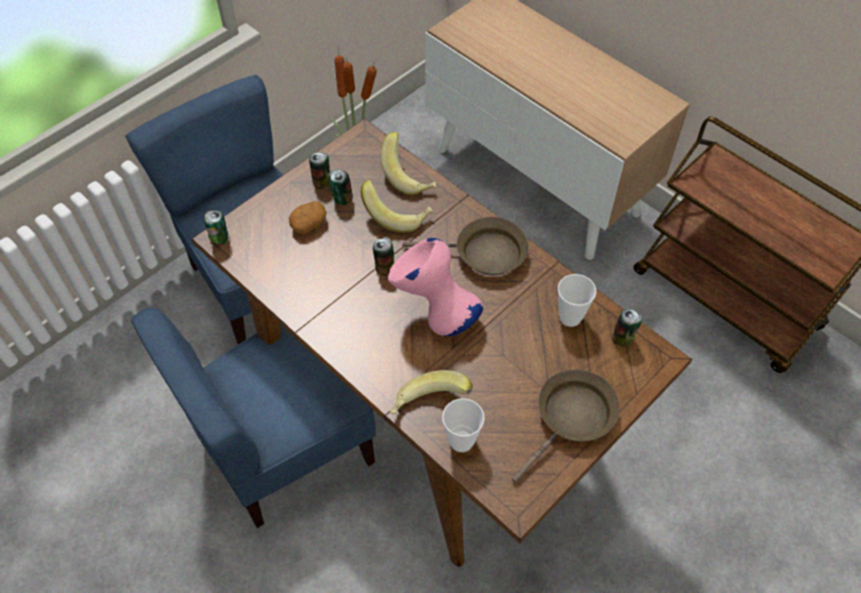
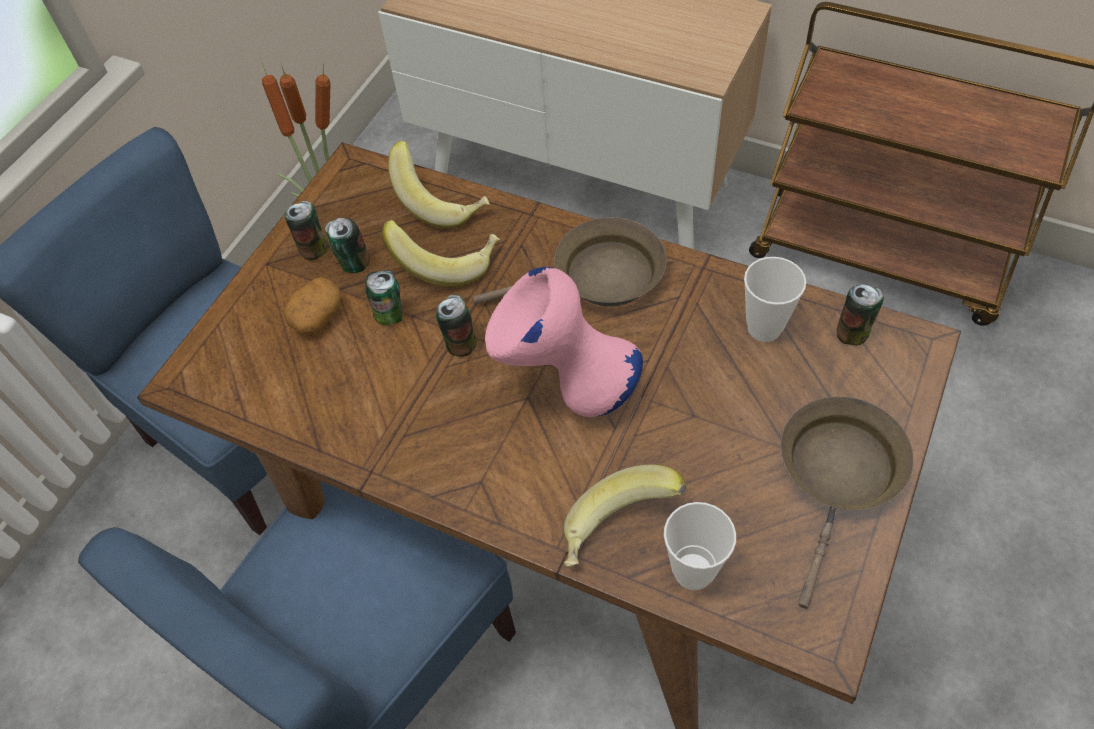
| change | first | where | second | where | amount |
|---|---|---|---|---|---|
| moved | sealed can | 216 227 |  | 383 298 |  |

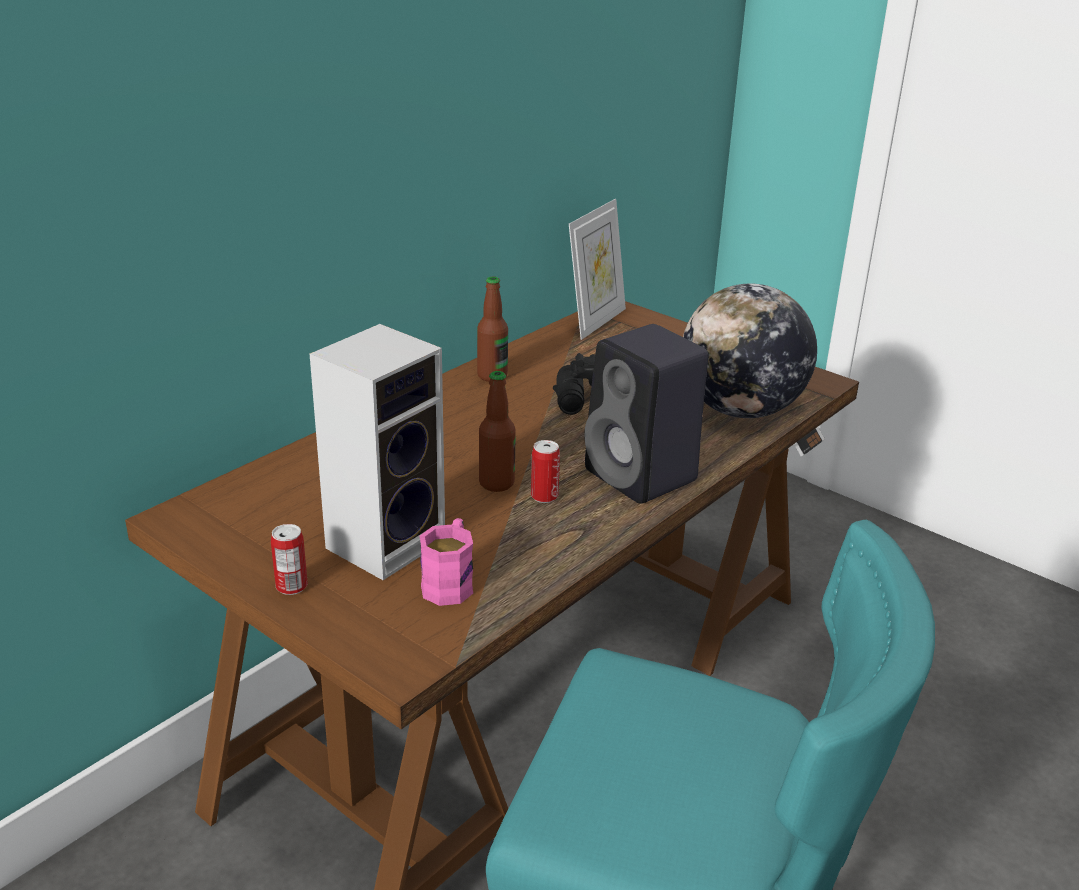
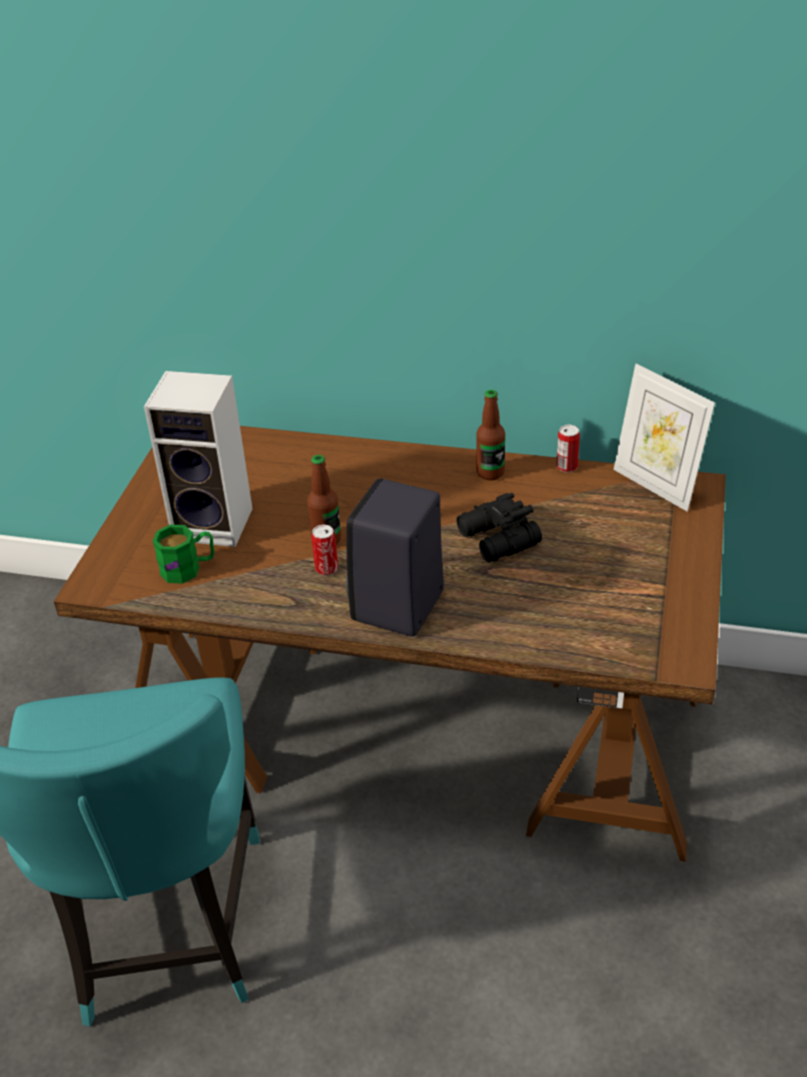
| change | first | where | second | where | amount |
|---|---|---|---|---|---|
| turned | photo frame | 597 269 |  | 664 438 | 45 degrees clockwise |
| removed | world globe | 750 350 |  |  |  |
| recoloured | tea mug (pink-coloured) | 446 562 | tea mug (greenish) | 183 554 |  |
| moved | sealed can | 289 559 |  | 568 448 |  |

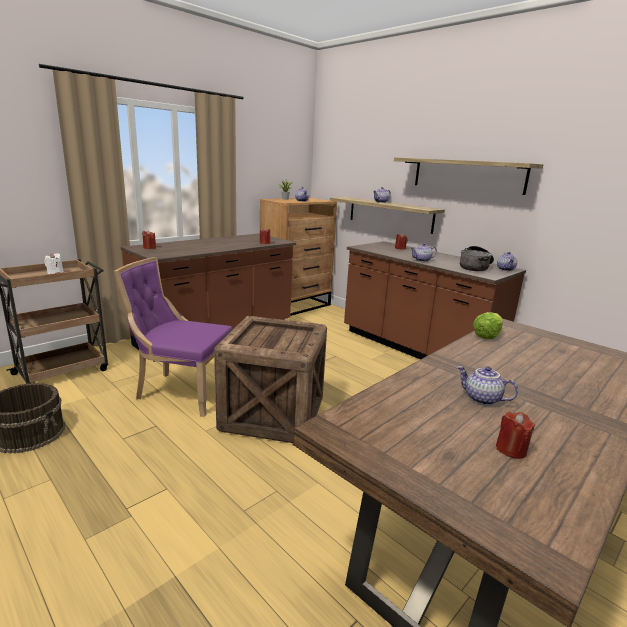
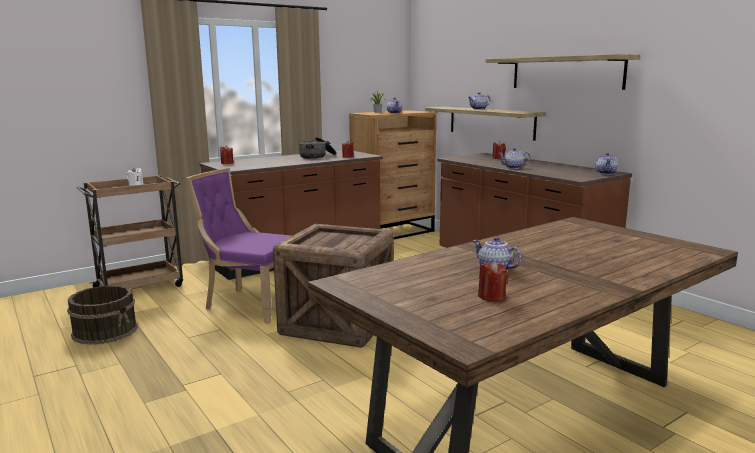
| change | first | where | second | where | amount |
|---|---|---|---|---|---|
| moved | cooking pot | 477 258 |  | 317 148 |  |
| removed | lettuce head | 488 325 |  |  |  |

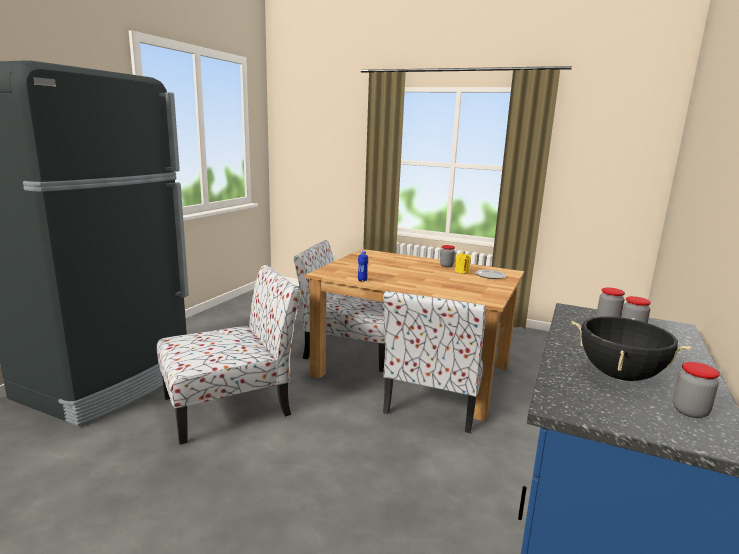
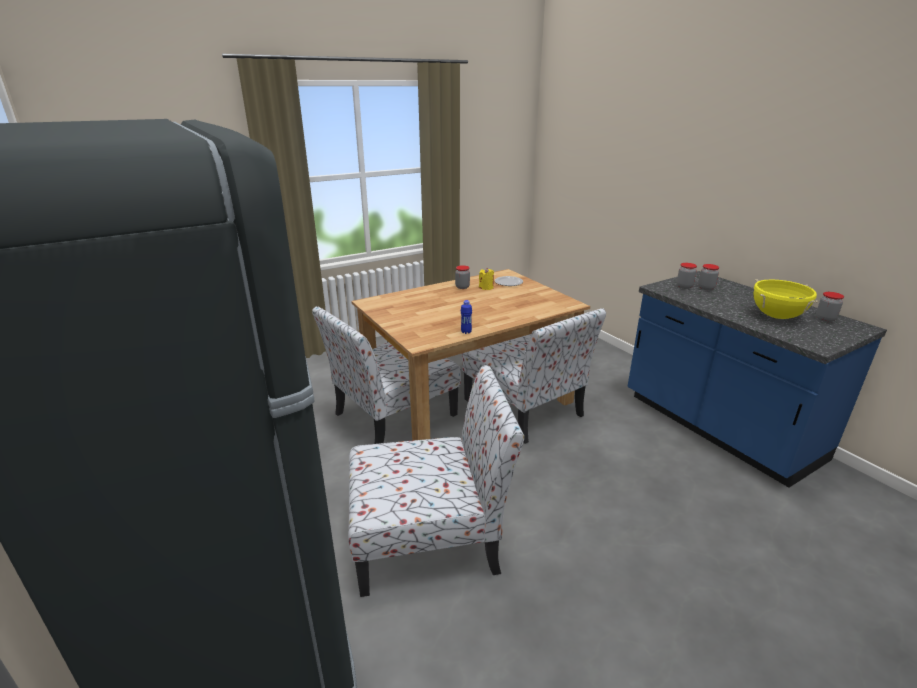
| change | first | where | second | where | amount |
|---|---|---|---|---|---|
| turned | upright chair | 229 355 |  | 436 481 | 75 degrees clockwise |
| recoloured | cooking pot (black-coloured) | 631 349 | cooking pot (yellow-coloured) | 786 299 |  |

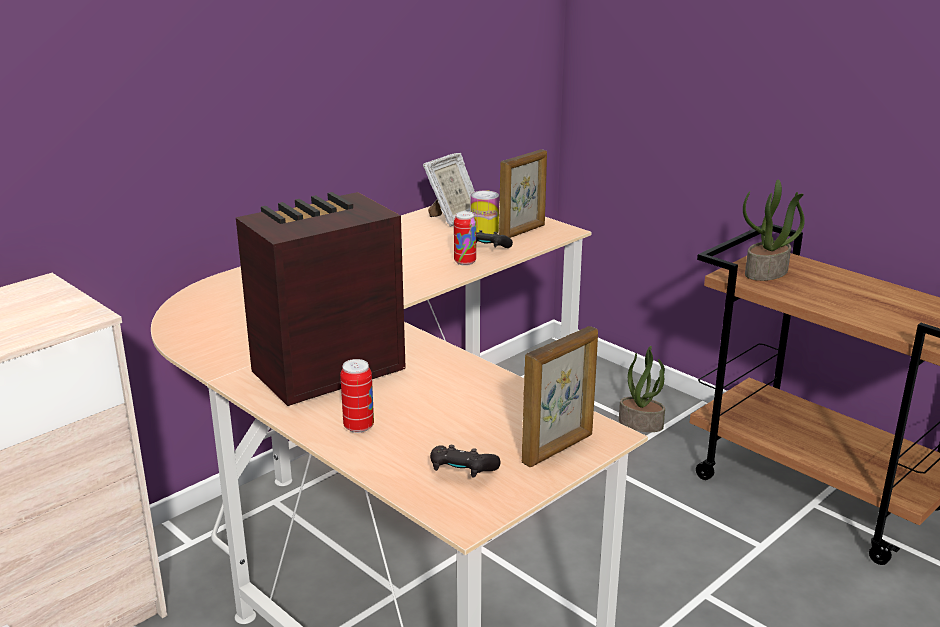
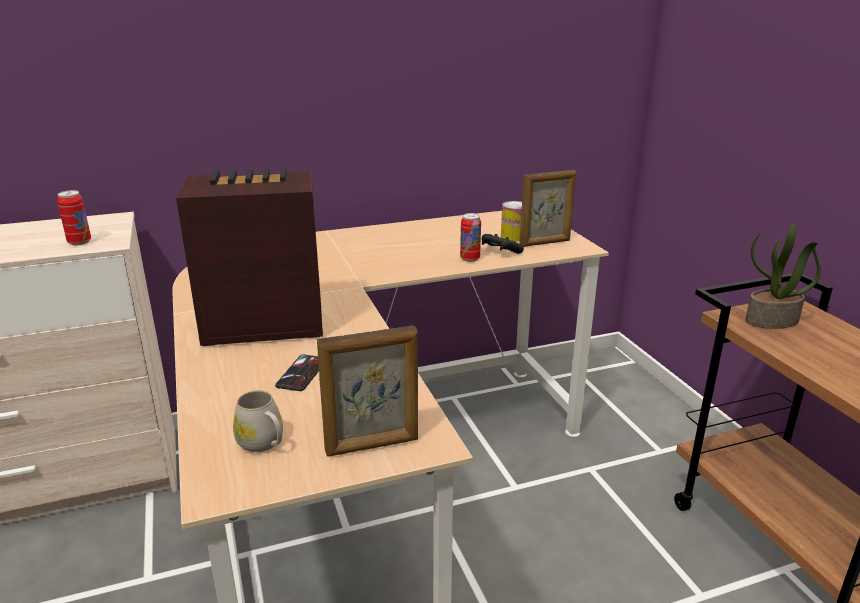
| change | first | where | second | where | amount |
|---|---|---|---|---|---|
| removed | photo frame | 449 189 |  |  |  |
| removed | houseplant | 642 389 |  |  |  |
| moved | sealed can | 357 396 |  | 74 218 |  |
| replaced | game controller (black-coloured) | 465 461 | tea mug (white) | 258 421 |  |
| added |  |  | telephone | 297 372 |  |

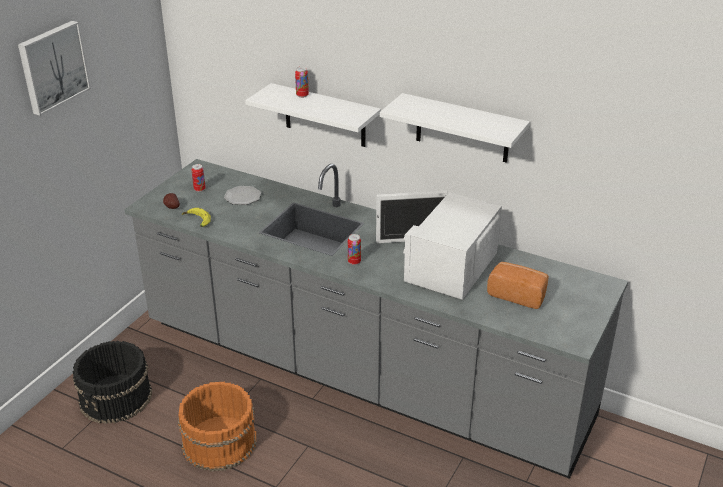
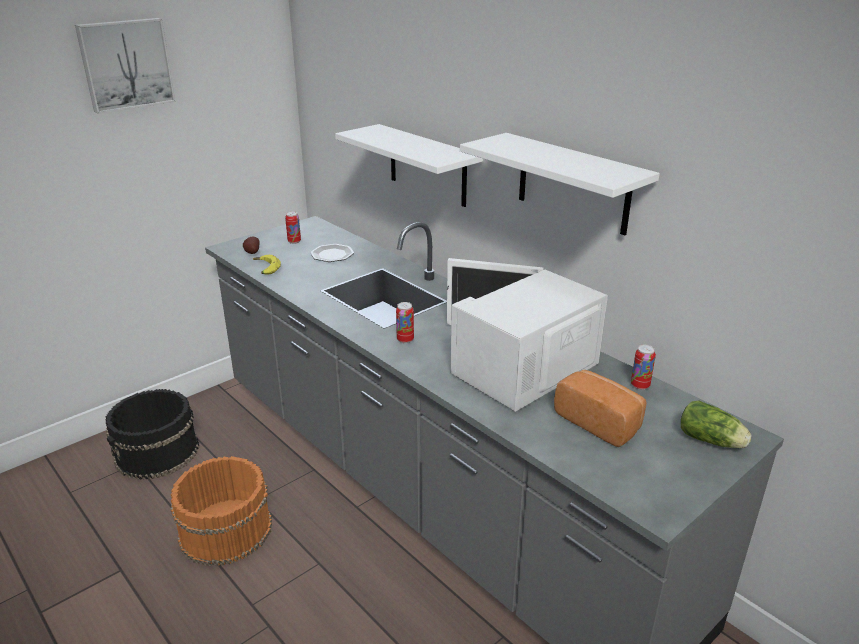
| change | first | where | second | where | amount |
|---|---|---|---|---|---|
| moved | sealed can | 302 82 |  | 643 367 |  |
| added |  |  | lettuce head | 716 424 |  |

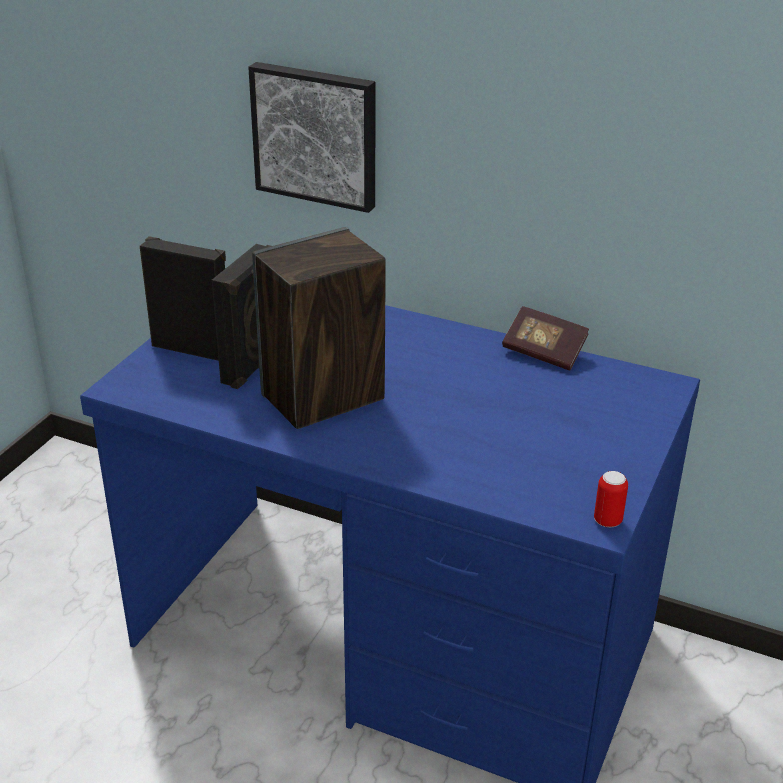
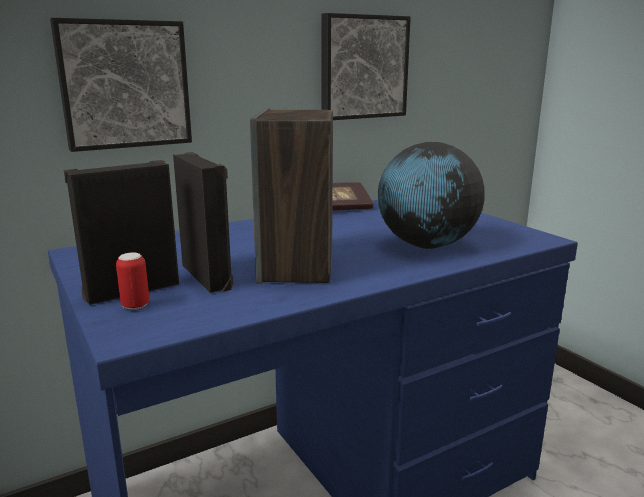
| change | first | where | second | where | amount |
|---|---|---|---|---|---|
| moved | sealed can | 611 499 |  | 132 281 |  |
| added |  |  | wall art | 366 66 |  |
| added |  |  | world globe | 431 195 |  |

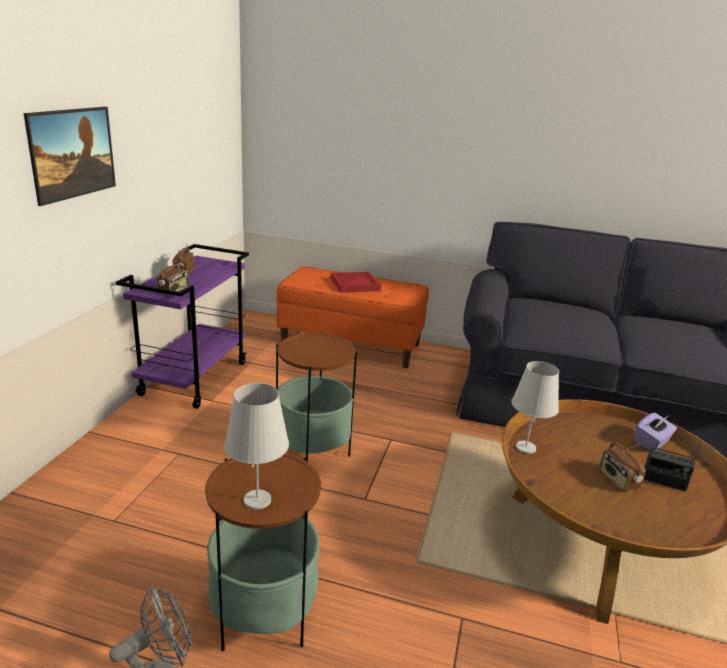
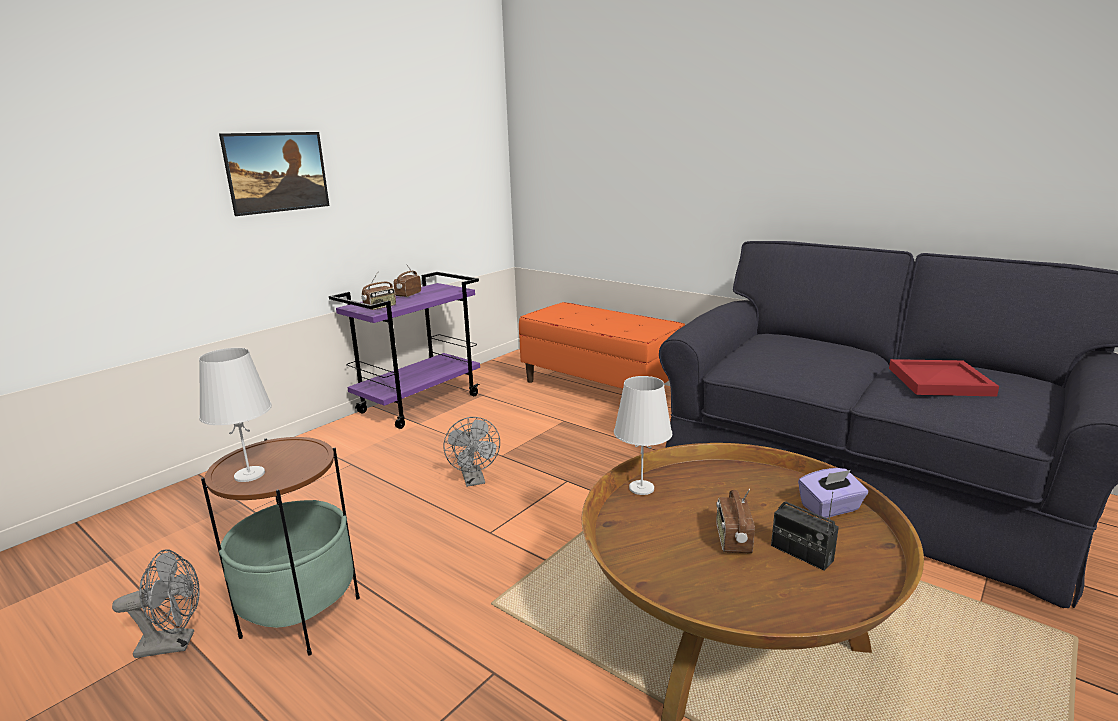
| change | first | where | second | where | amount |
|---|---|---|---|---|---|
| moved | tray (reddish) | 356 282 |  | 944 378 |  |
| replaced | accent table | 316 397 | cooling fan (greyish) | 472 452 |  |

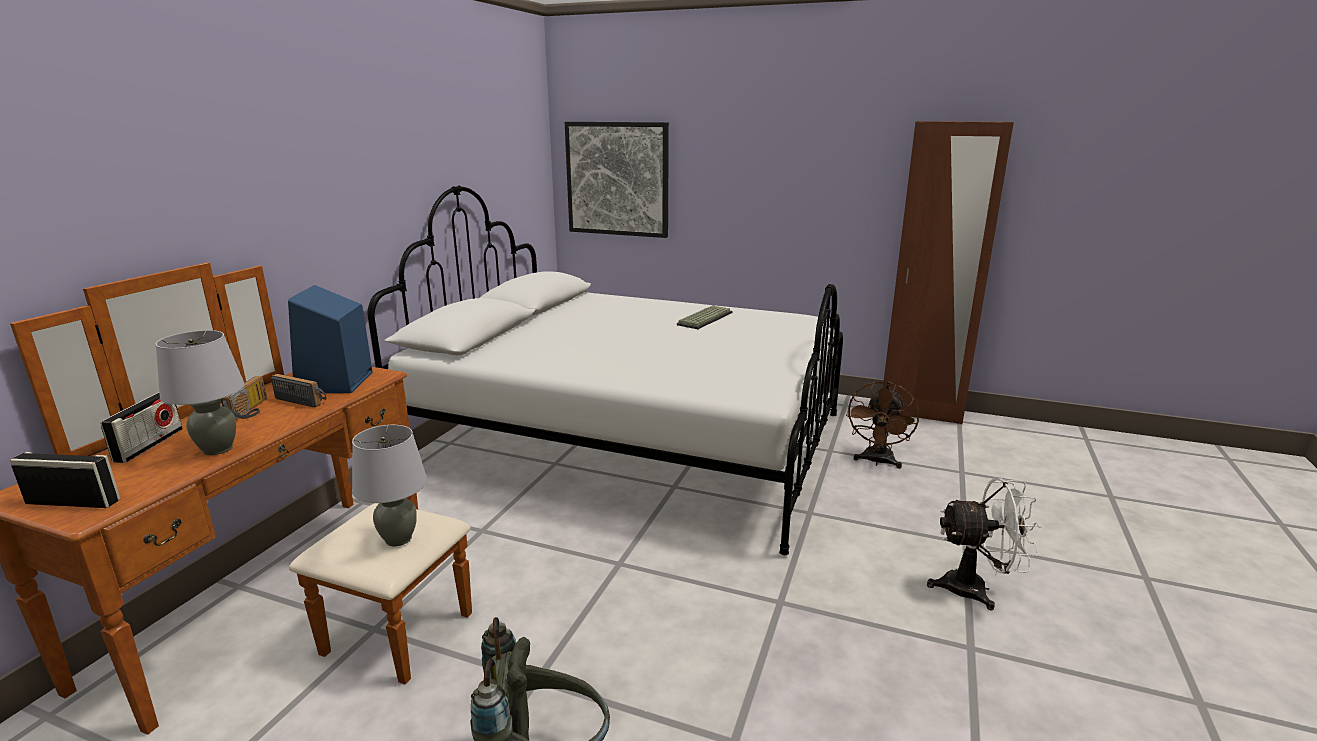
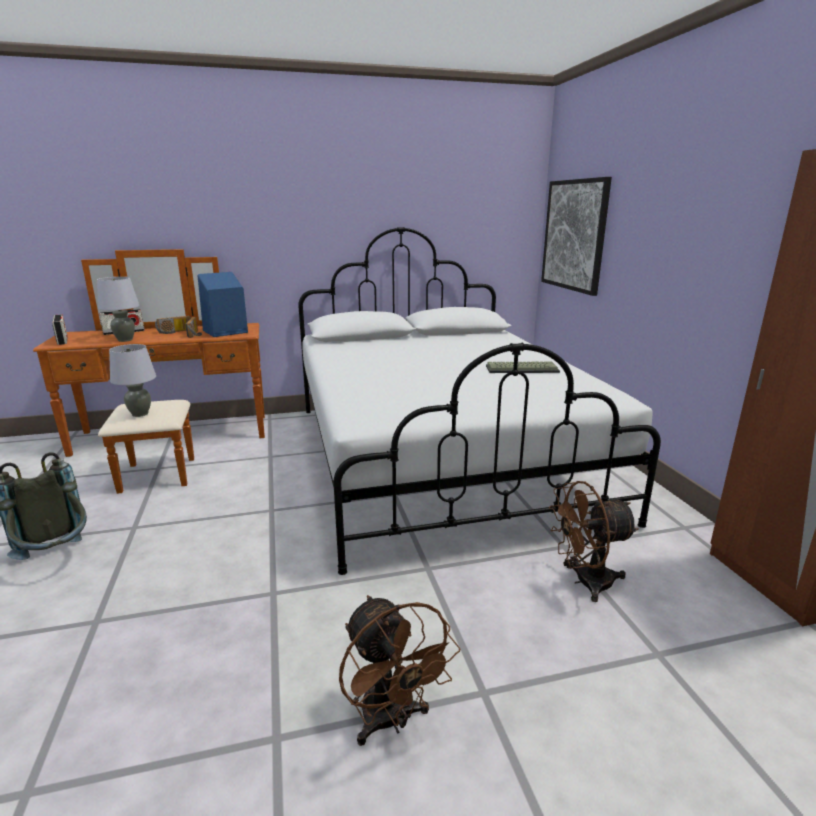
| change | first | where | second | where | amount |
|---|---|---|---|---|---|
| recoloured | cooling fan (white) | 984 544 | cooling fan (brown) | 399 670 |  |

